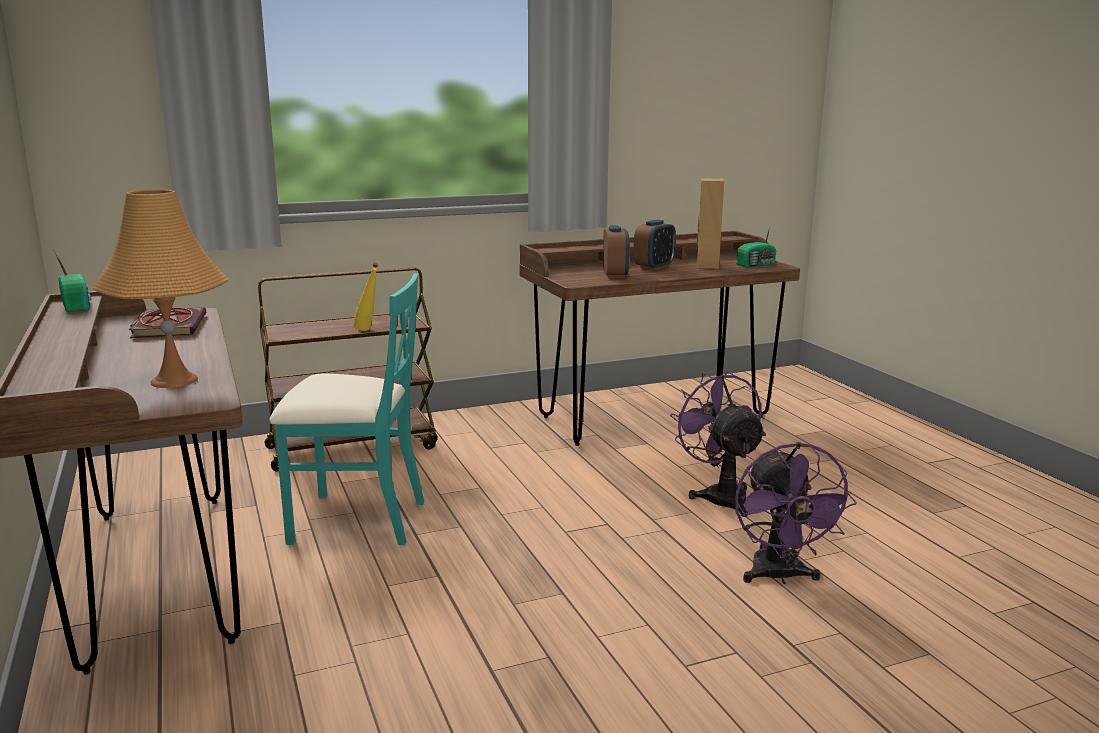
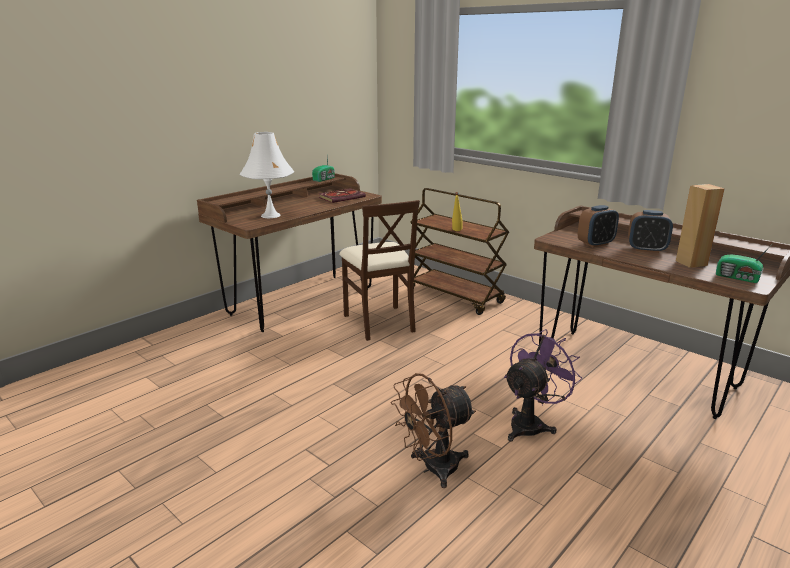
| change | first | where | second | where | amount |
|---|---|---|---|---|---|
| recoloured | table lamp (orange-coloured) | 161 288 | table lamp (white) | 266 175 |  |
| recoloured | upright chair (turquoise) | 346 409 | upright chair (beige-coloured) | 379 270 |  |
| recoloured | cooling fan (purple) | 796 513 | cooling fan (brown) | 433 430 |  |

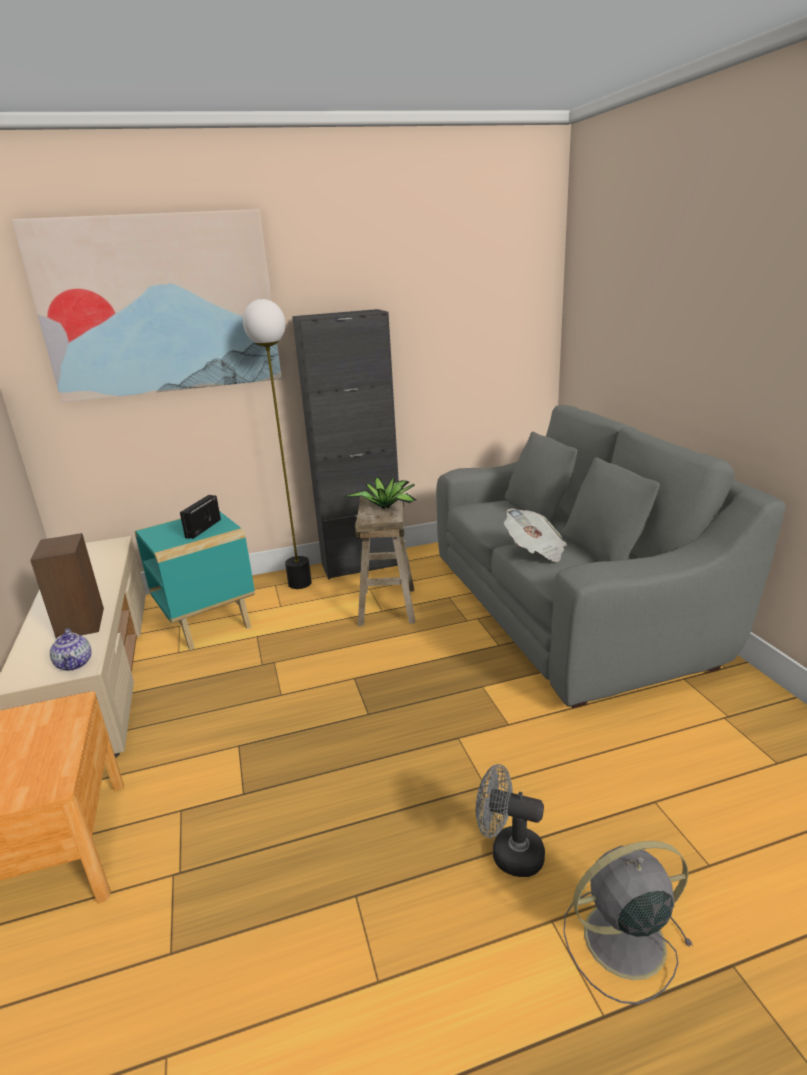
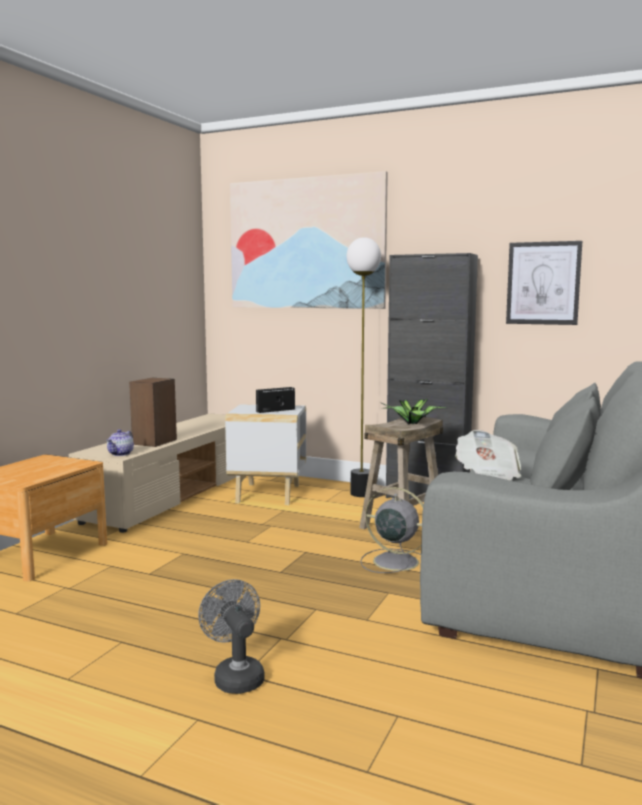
| change | first | where | second | where | amount |
|---|---|---|---|---|---|
| recoloured | accent table (turquoise) | 195 580 | accent table (white) | 265 454 |  |
| moved | cooling fan (greyish) | 628 922 |  | 392 530 |  |
| added |  |  | wall art | 544 283 |  |

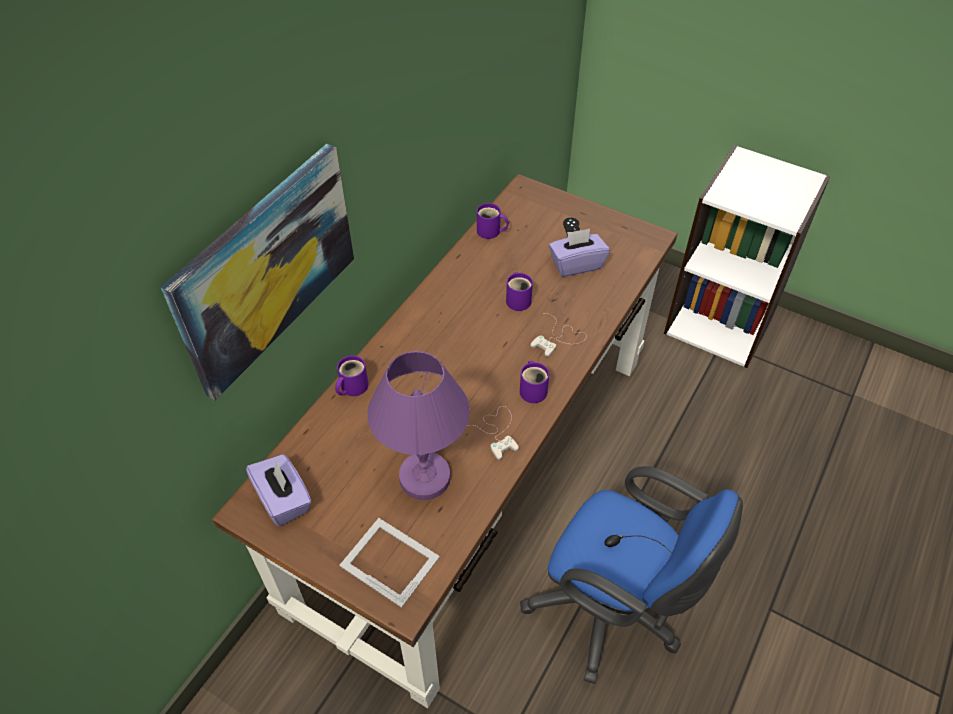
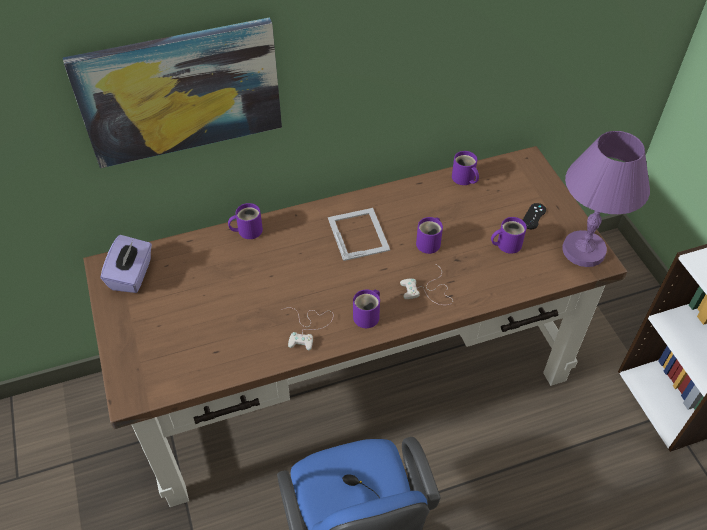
| change | first | where | second | where | amount |
|---|---|---|---|---|---|
| replaced | tissue box (purple) | 579 253 | tea mug (purple) | 509 235 |  |
| moved | table lamp (purple) | 419 425 |  | 606 199 |  |
| moved | photo frame | 389 563 |  | 359 234 |  |

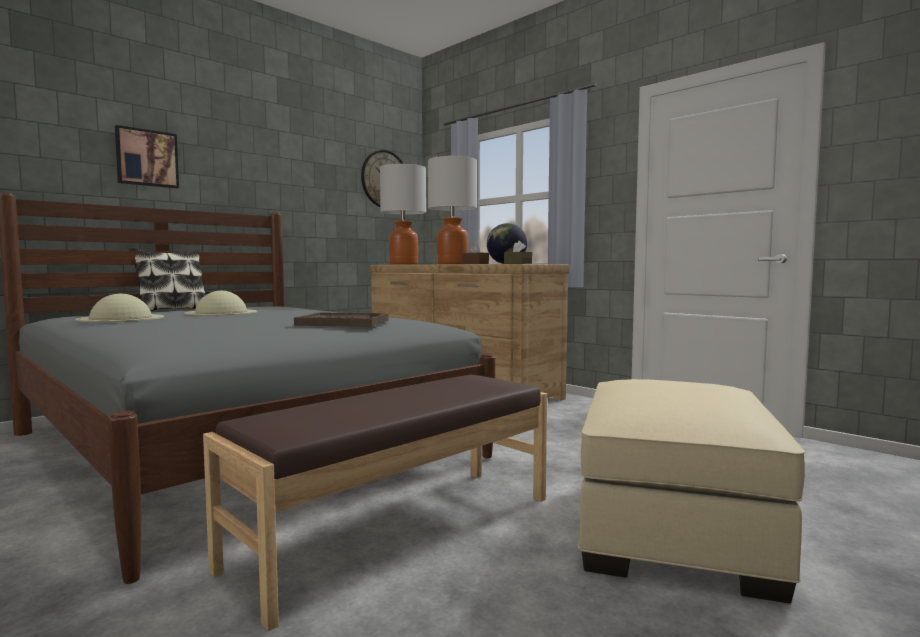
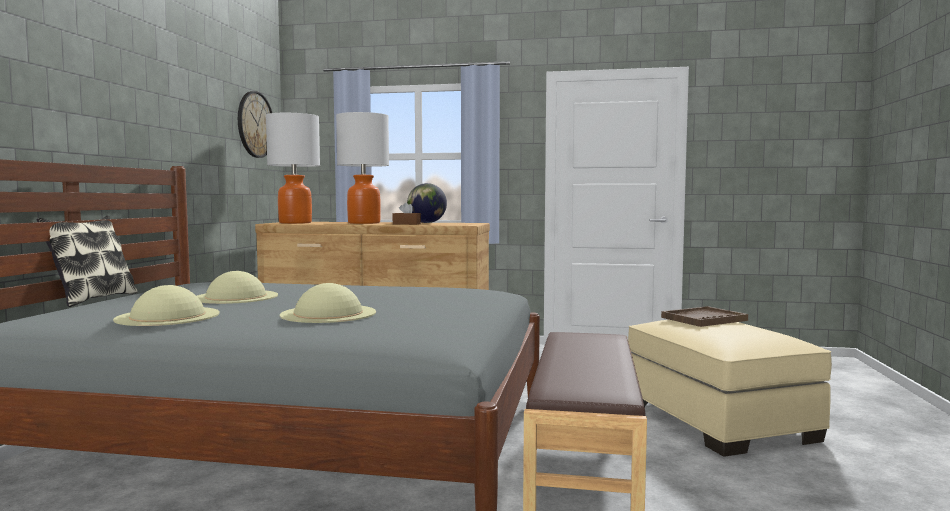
| change | first | where | second | where | amount |
|---|---|---|---|---|---|
| removed | wall art | 147 156 |  |  |  |
| removed | tissue box (brown) | 518 252 |  |  |  |
| moved | tray (brown) | 341 319 |  | 704 316 |  |
| added |  |  | hat (beige-coloured) | 328 303 |  |

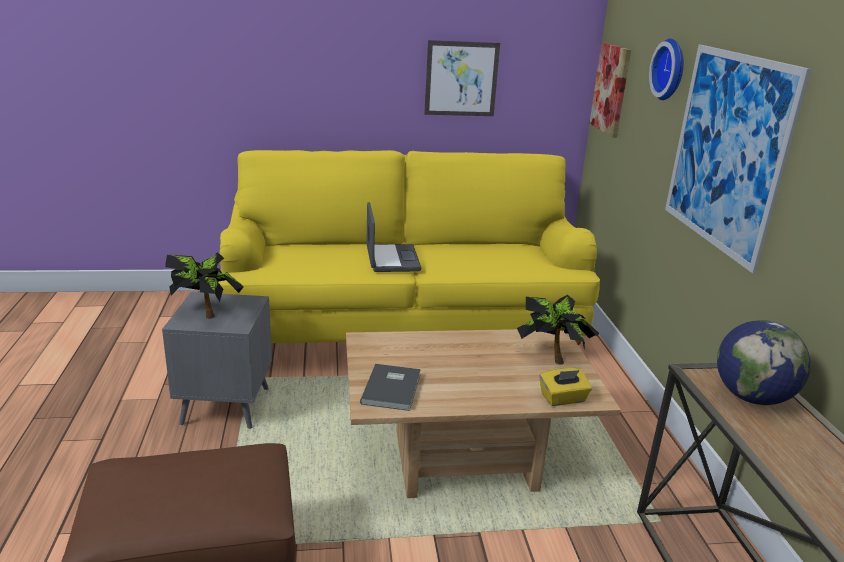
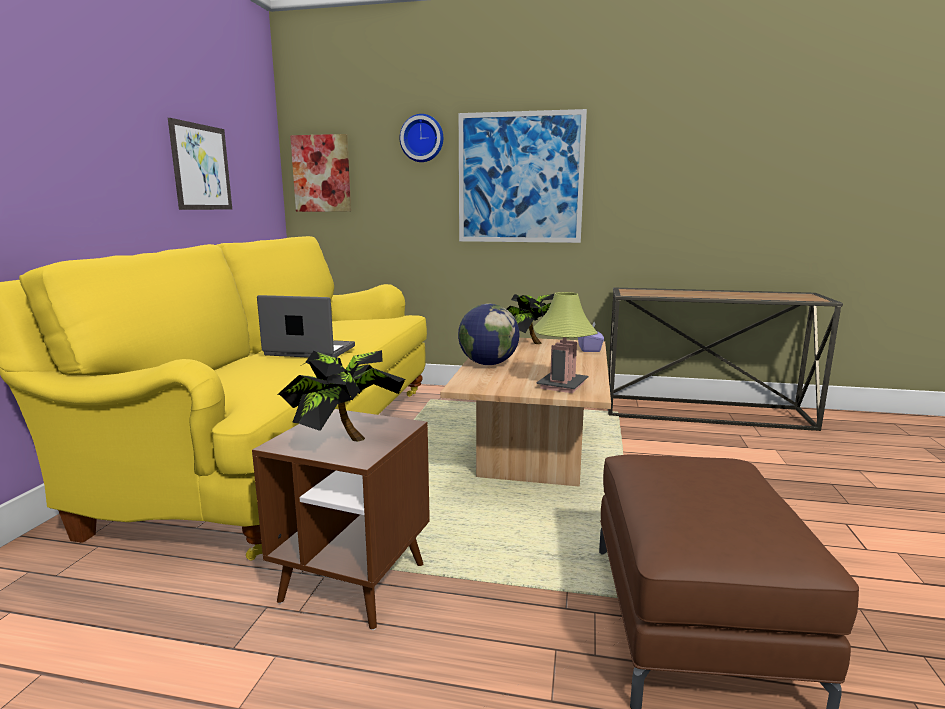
| change | first | where | second | where | amount |
|---|---|---|---|---|---|
| recoloured | accent table (greyish) | 217 360 | accent table (brown) | 341 519 |  |
| moved | world globe | 764 362 |  | 488 334 |  |
| replaced | bound book (greyish) | 390 387 | table lamp | 566 342 |  |
| recoloured | tissue box (yellow-coloured) | 565 387 | tissue box (purple) | 591 337 |  |

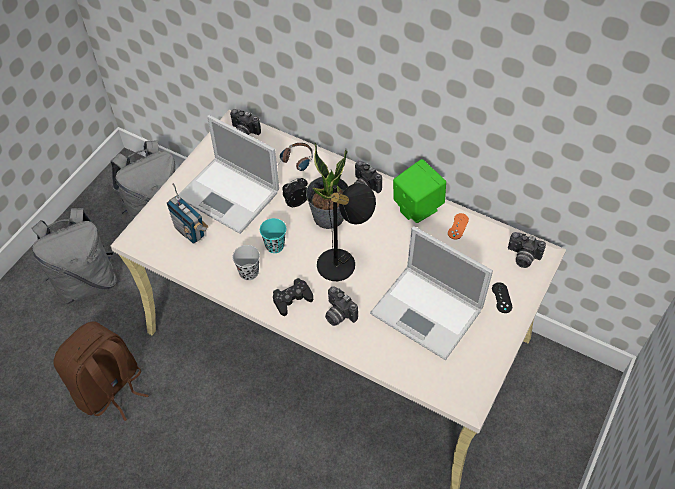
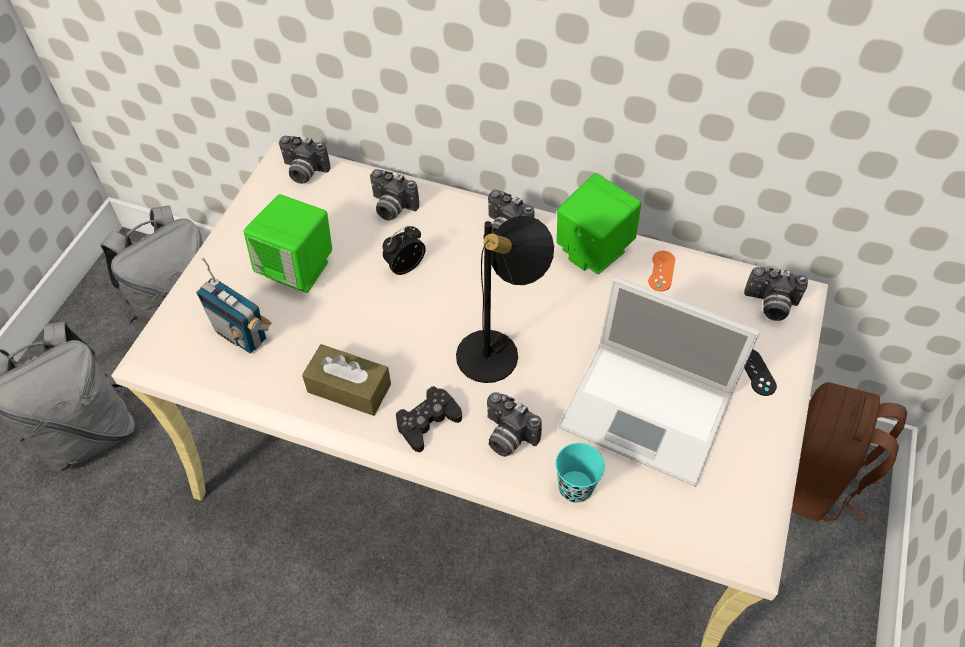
| change | first | where | second | where | amount |
|---|---|---|---|---|---|
| replaced | notebook computer | 228 174 | loudspeaker (greenish) | 288 243 |  |
| replaced | headphones | 296 157 | photo camera | 394 194 |  |
| removed | houseplant | 327 186 |  |  |  |
| moved | small cup (turquoise) | 273 235 |  | 580 473 |  |
| replaced | small cup (black-coloured) | 246 262 | tissue box (brown) | 346 380 |  |
| moved | rucksack (brown) | 101 371 |  | 849 452 |  |

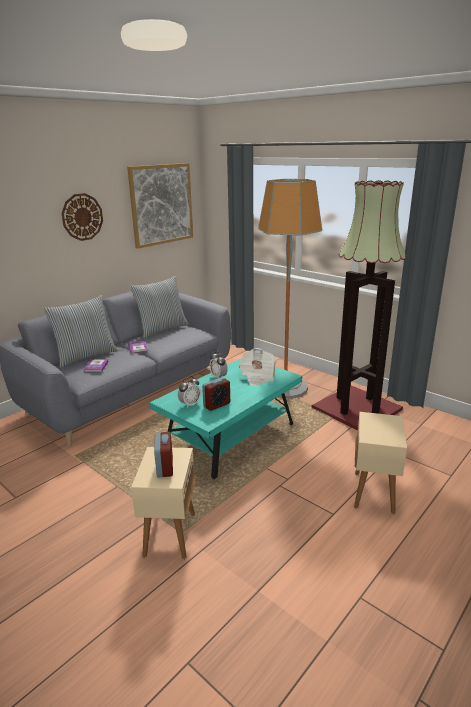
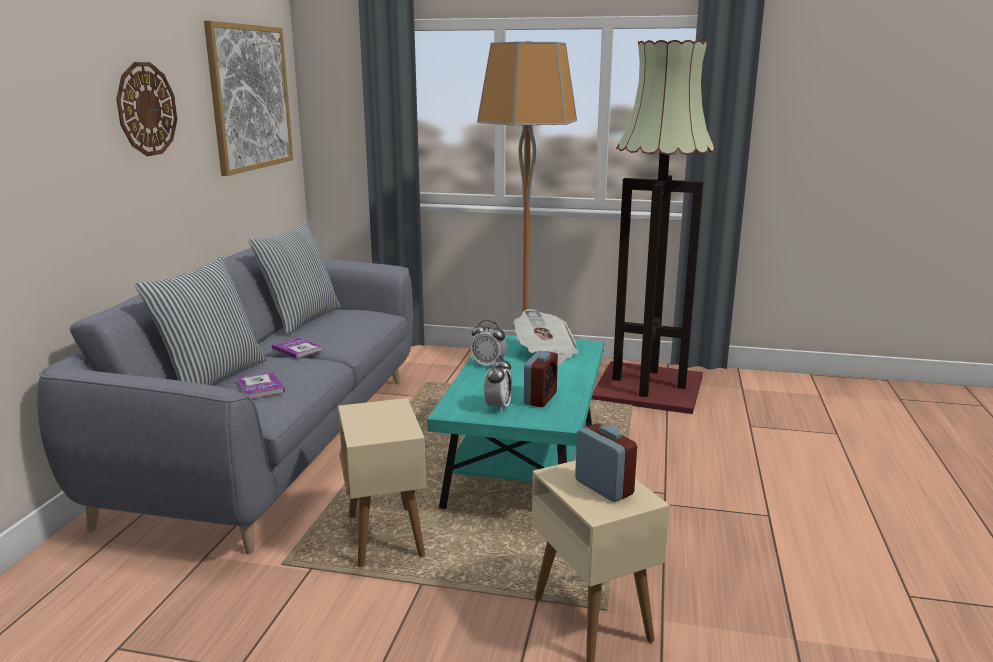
| change | first | where | second | where | amount |
|---|---|---|---|---|---|
| moved | accent table (beige-coloured) | 380 463 |  | 382 482 |  |

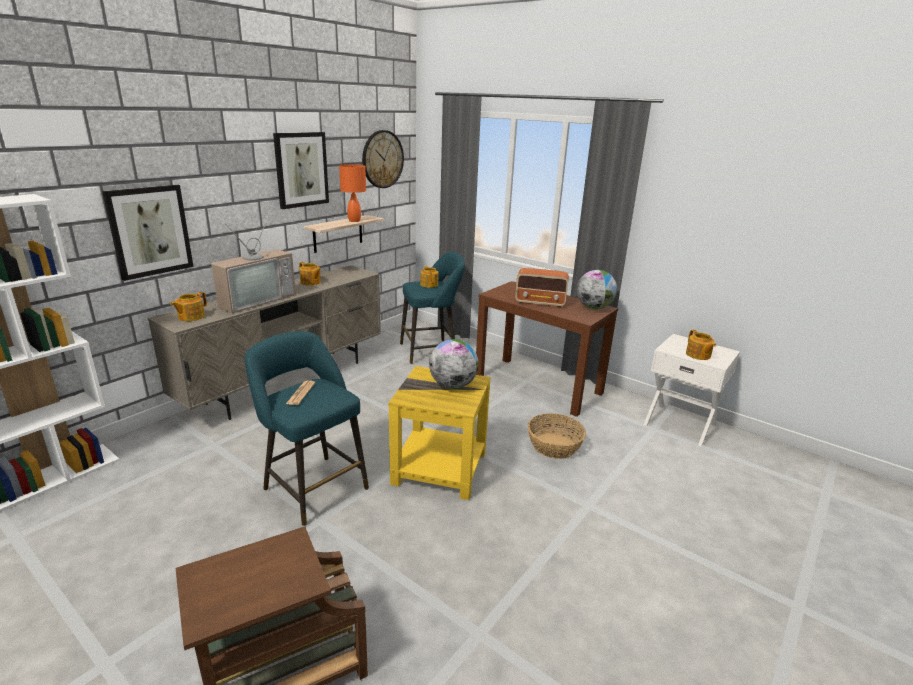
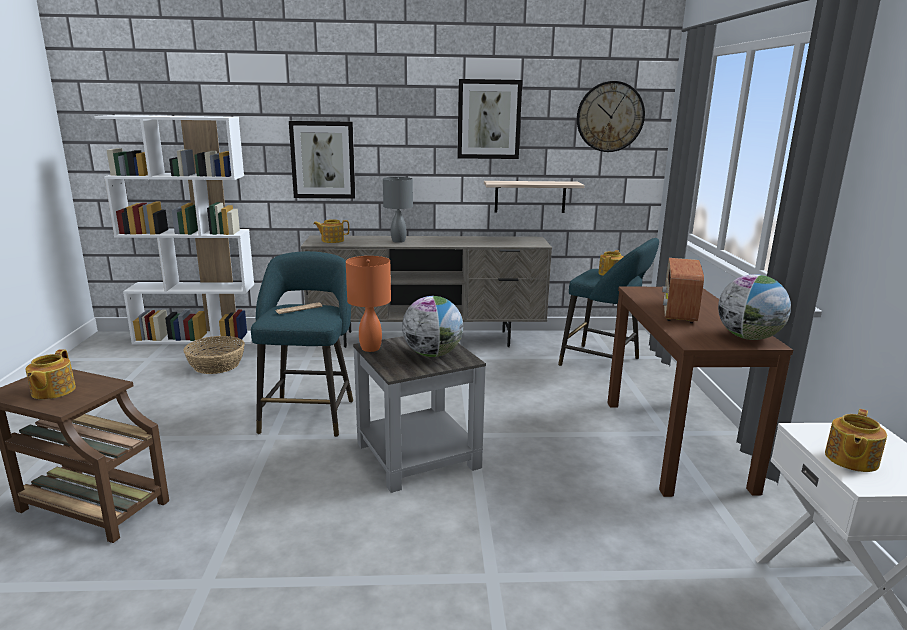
| change | first | where | second | where | amount |
|---|---|---|---|---|---|
| moved | table lamp (orange-coloured) | 352 193 |  | 368 304 |  |
| replaced | TV set | 253 264 | table lamp (greyish) | 398 210 |  |
| moved | pot for tea | 310 274 |  | 51 374 |  |
| turned | radio receiver | 542 287 |  | 683 290 | 45 degrees clockwise |
| recoloured | accent table (yellow-coloured) | 439 433 | accent table (greyish) | 419 414 |  |
| moved | household basket | 557 436 |  | 214 355 |  |

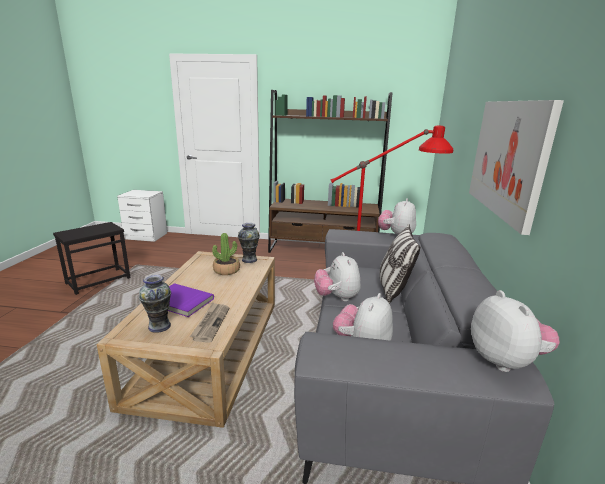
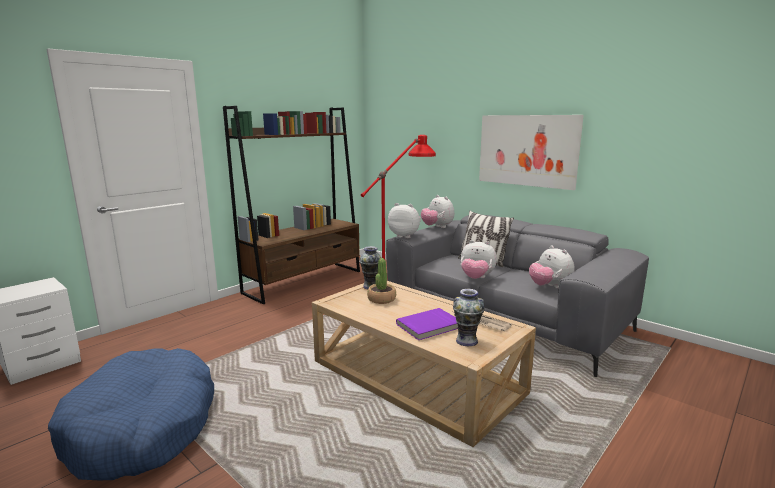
| change | first | where | second | where | amount |
|---|---|---|---|---|---|
| replaced | accent table (black-coloured) | 91 258 | pet bed (blue) | 131 414 |  |
| moved | soft toy | 515 331 |  | 404 220 |  |

